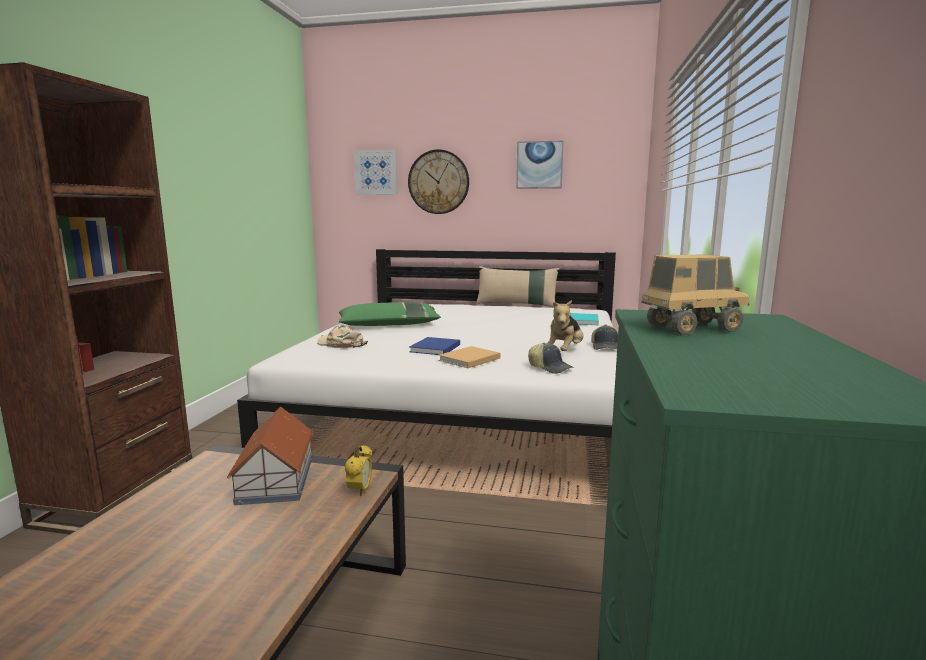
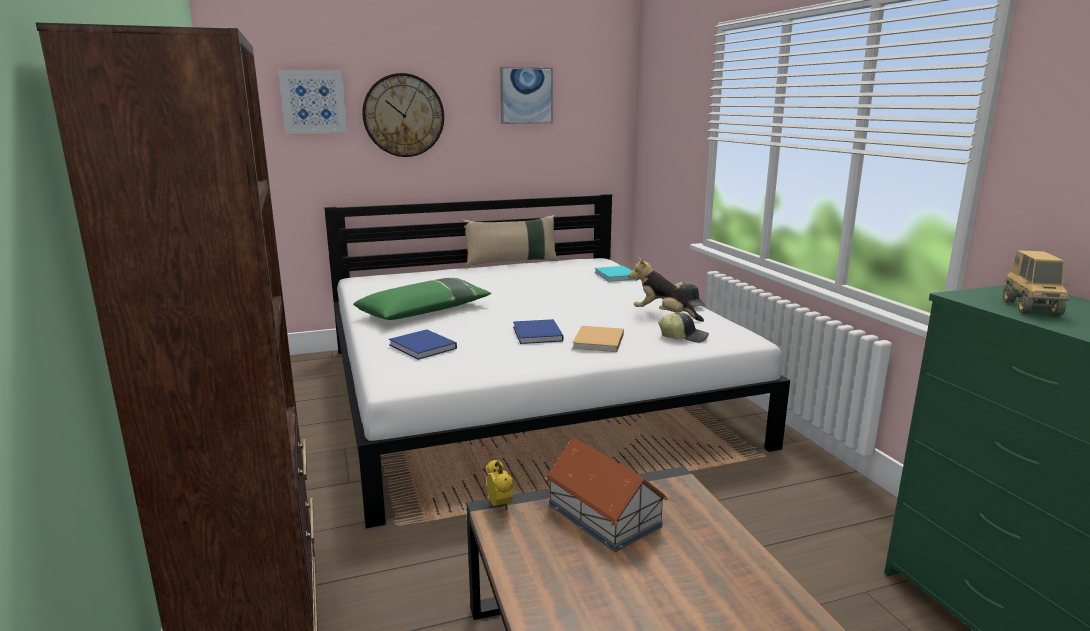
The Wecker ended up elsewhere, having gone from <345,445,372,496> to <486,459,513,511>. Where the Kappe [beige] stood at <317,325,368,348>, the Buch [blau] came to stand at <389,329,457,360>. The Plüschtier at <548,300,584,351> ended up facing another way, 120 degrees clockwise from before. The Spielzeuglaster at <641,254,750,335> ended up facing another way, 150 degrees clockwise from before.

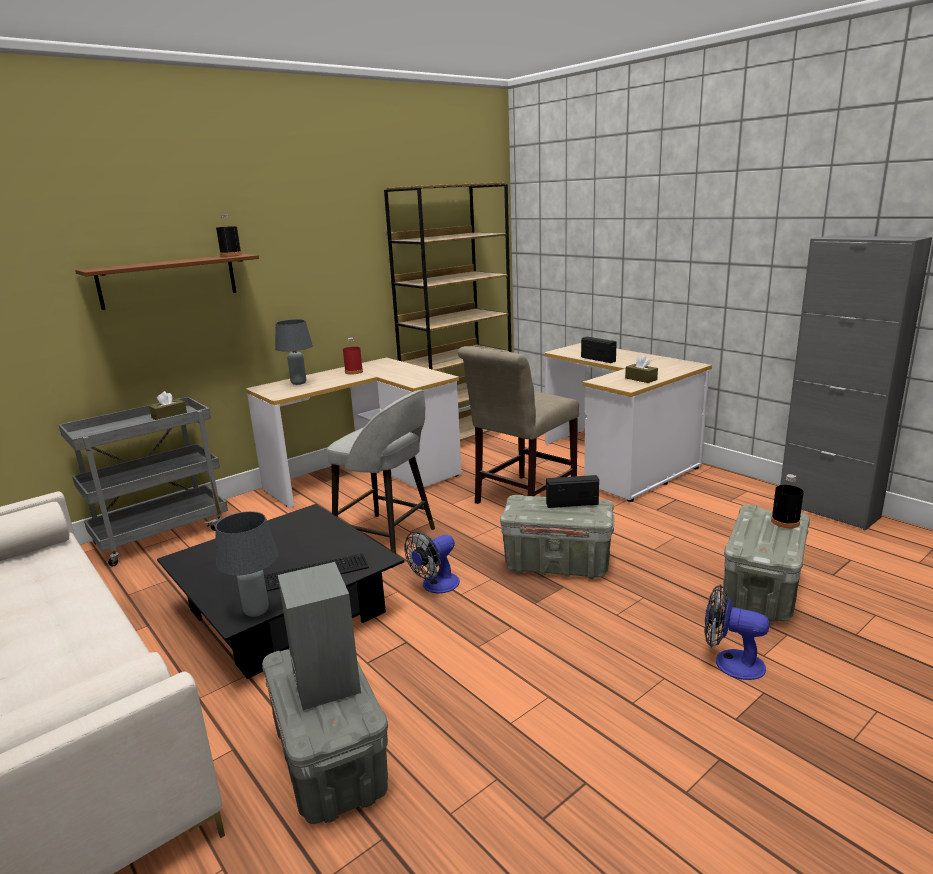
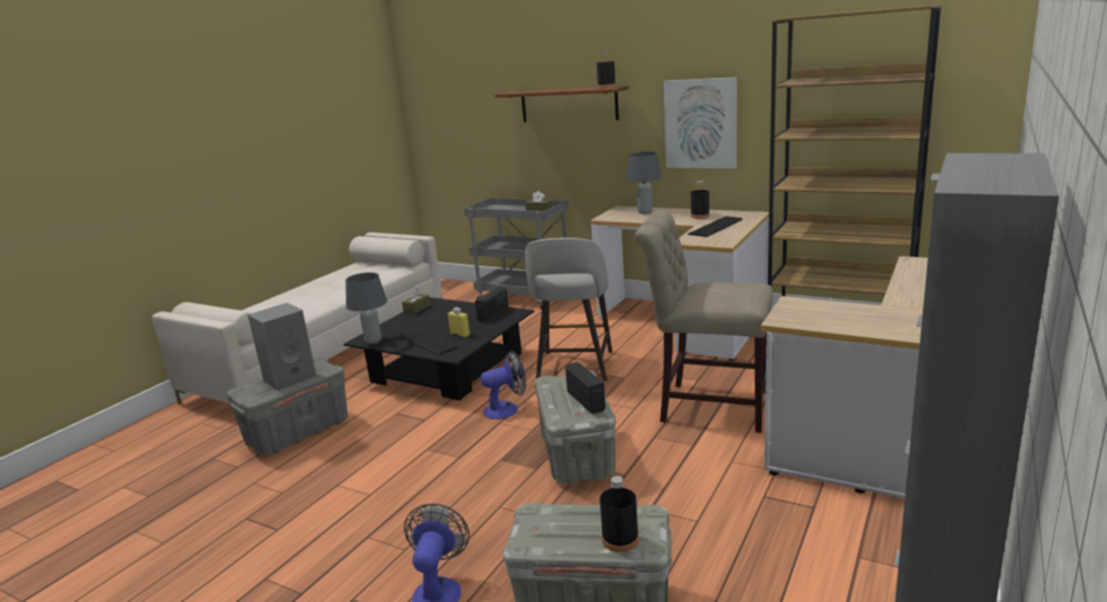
The second view gained the Flasche [gelb] at <448,307,470,337>. The second view gained the Bild at <664,77,737,169>. The second view gained the Tastatur at <688,216,743,237>. The Radio ended up elsewhere, having gone from <581,337,617,363> to <475,287,508,323>. The Taschentuchbox [braun] ended up elsewhere, having gone from <625,355,658,383> to <402,288,430,314>. What was the Flasche [rot] at <343,338,363,374> turned into the Flasche [schwarz] at <691,180,710,219>. The Ventilator at <404,532,460,593> ended up facing another way, 135 degrees clockwise from before.

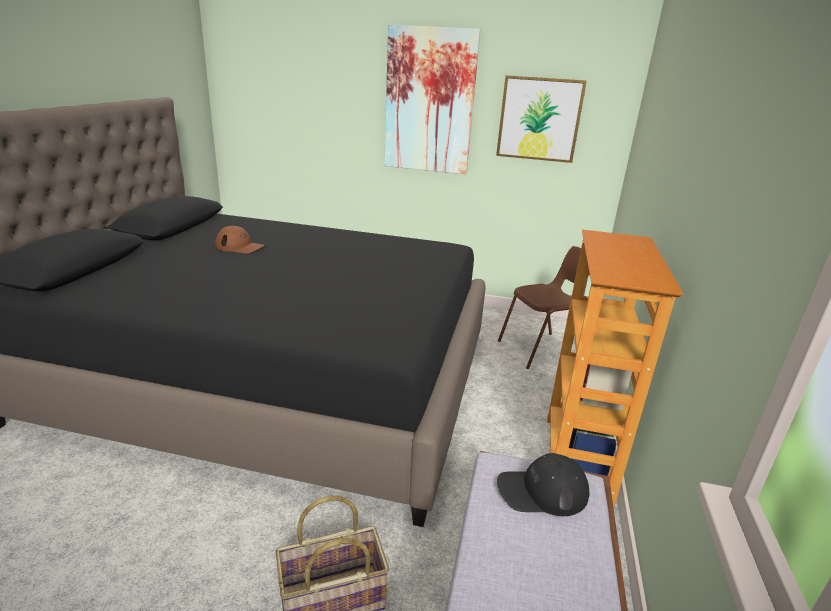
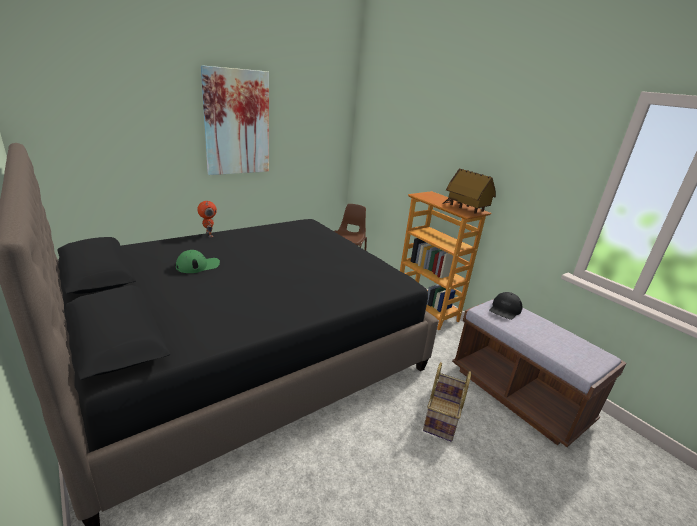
The second view lost the Bild at <496,75,587,163>. The second view gained the Spielzeugroboter at <197,201,217,237>. The second view gained the Spielzeughaus at <443,168,496,214>. What was the Kappe [braun] at <215,226,264,254> turned into the Kappe [grün] at <176,250,220,273>.

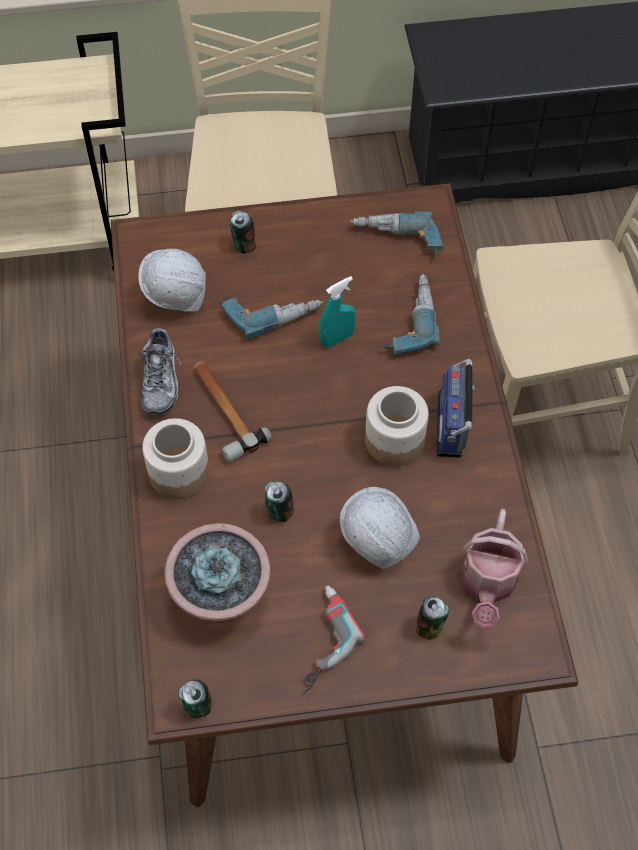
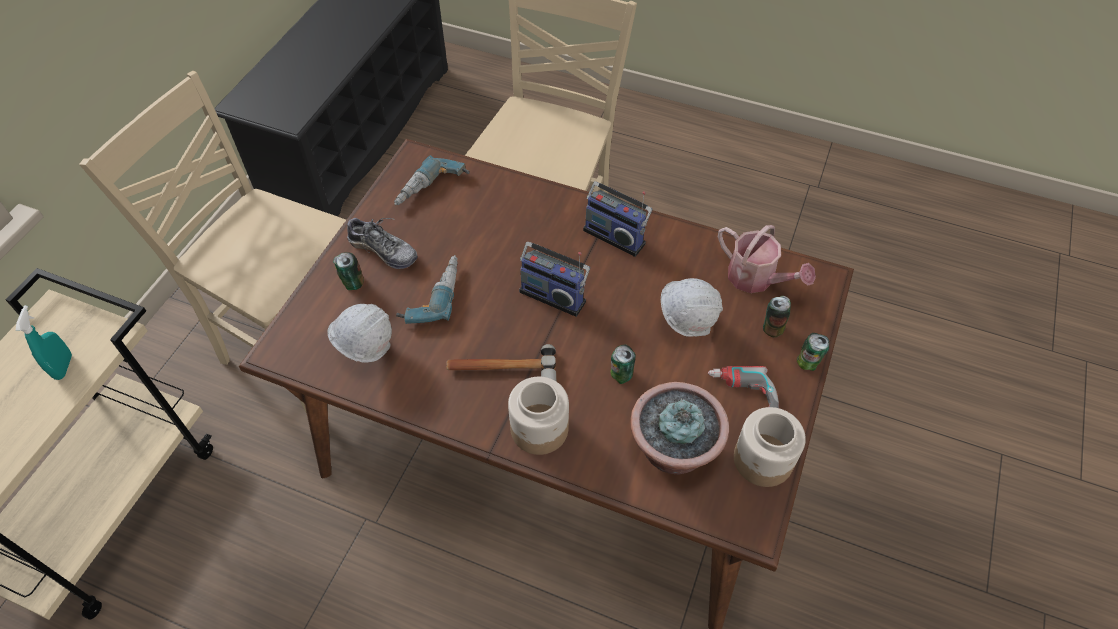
The second view lost the Bohrmaschine at <383,274,439,354>. The second view gained the Radio at <519,242,590,317>. The Schuh ended up elsewhere, having gone from <132,325,182,415> to <346,217,418,269>. The Dose ended up elsewhere, having gone from <178,679,212,718> to <797,333,829,371>. The Sprühflasche [türkis] ended up elsewhere, having gone from <319,276,356,348> to <16,305,72,380>. The Vorratsglas ended up elsewhere, having gone from <365,386,429,466> to <734,407,806,487>.

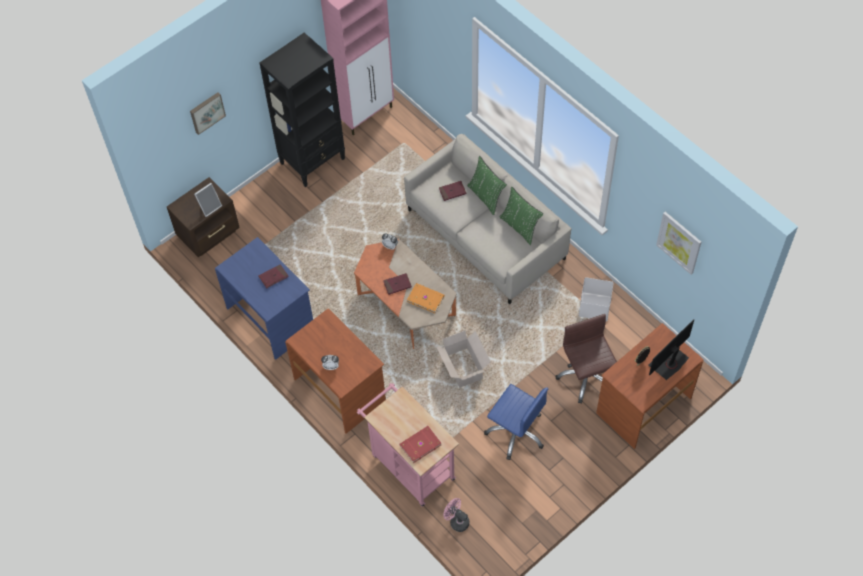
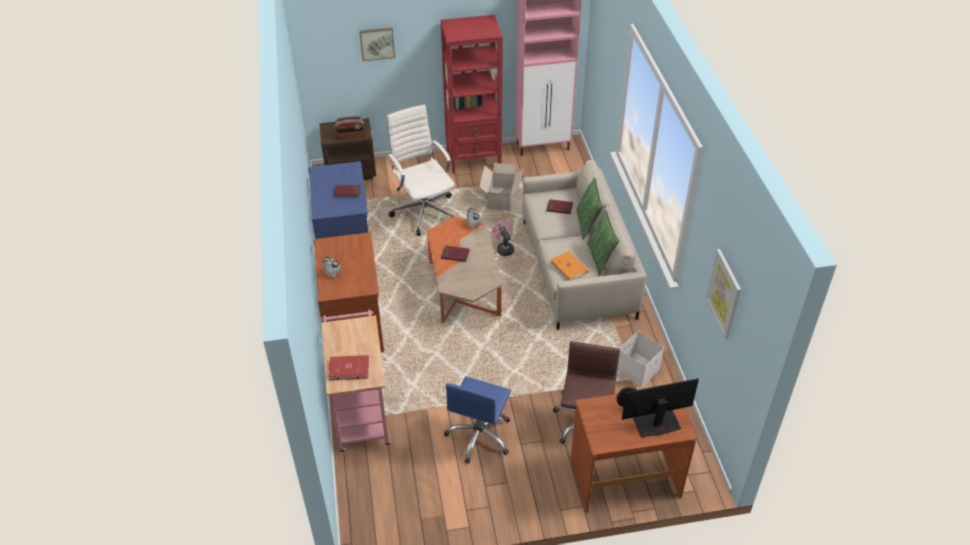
The second view gained the Bürostuhl [weiß] at <387,105,455,236>. The Buch [orange] ended up elsewhere, having gone from <407,283,445,313> to <551,251,589,281>. The Karton ended up elsewhere, having gone from <436,331,491,388> to <479,163,523,211>. The Ventilator [rosa] ended up elsewhere, having gone from <443,498,470,532> to <492,220,514,256>. Where the Bilderrahmen stood at <194,183,222,217>, the Radio came to stand at <335,116,365,139>. What was the Bücherregal [schwarz] at <259,32,345,187> turned into the Bücherregal [rot] at <441,15,503,174>. The Bürostuhl [blau] at <484,384,548,460> ended up facing another way, 45 degrees clockwise from before.

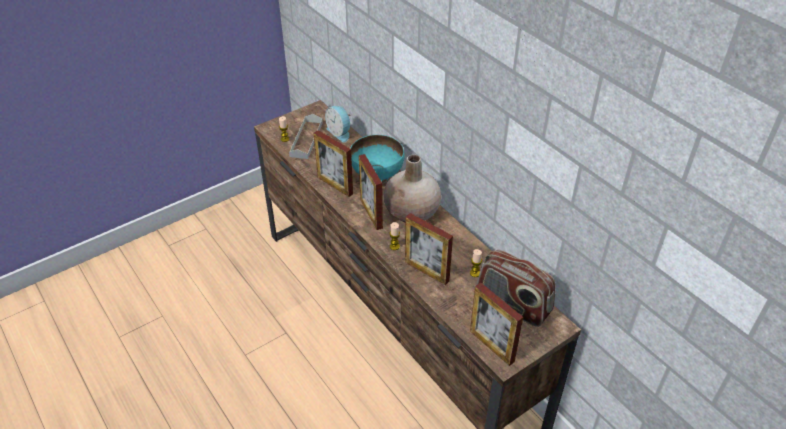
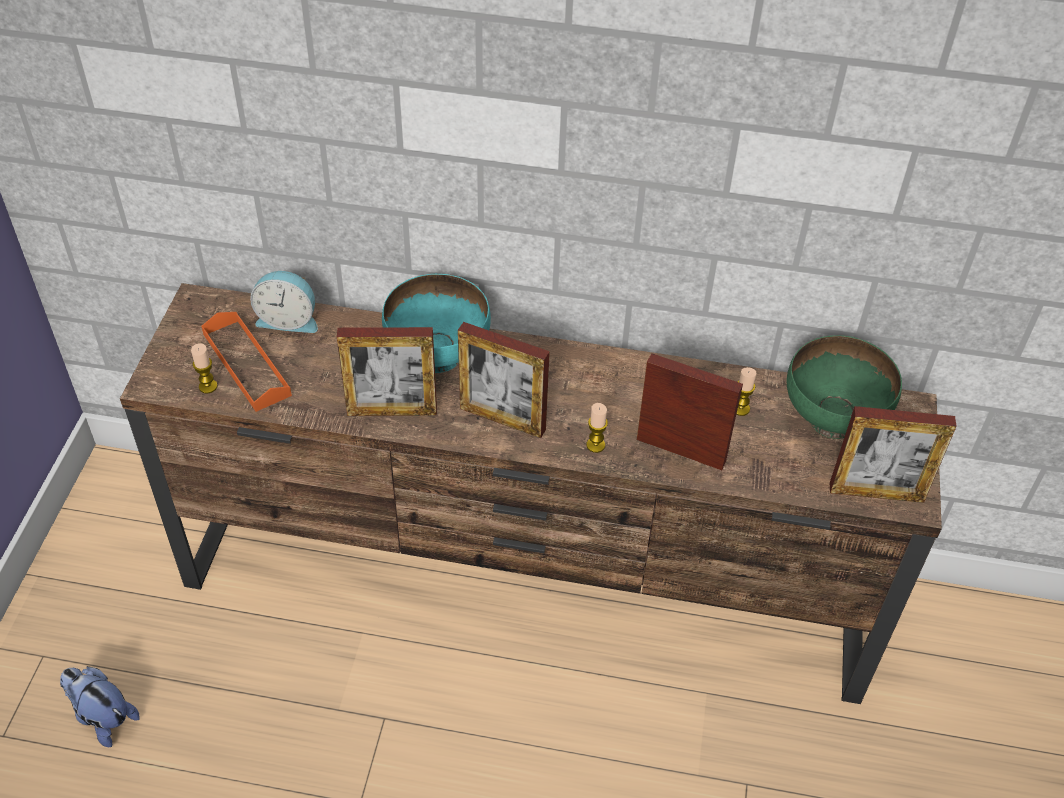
The second view lost the Vase [beige] at <384,154,441,223>. The second view gained the Plüschtier at <60,666,140,747>. Where the Radio stood at <476,250,556,327>, the Schüssel [grün] came to stand at <787,335,902,439>. What was the Tablett [grau] at <289,114,323,159> turned into the Tablett [orange] at <201,312,292,412>. The Bilderrahmen at <405,213,453,285> ended up facing another way, 150 degrees counterclockwise from before.

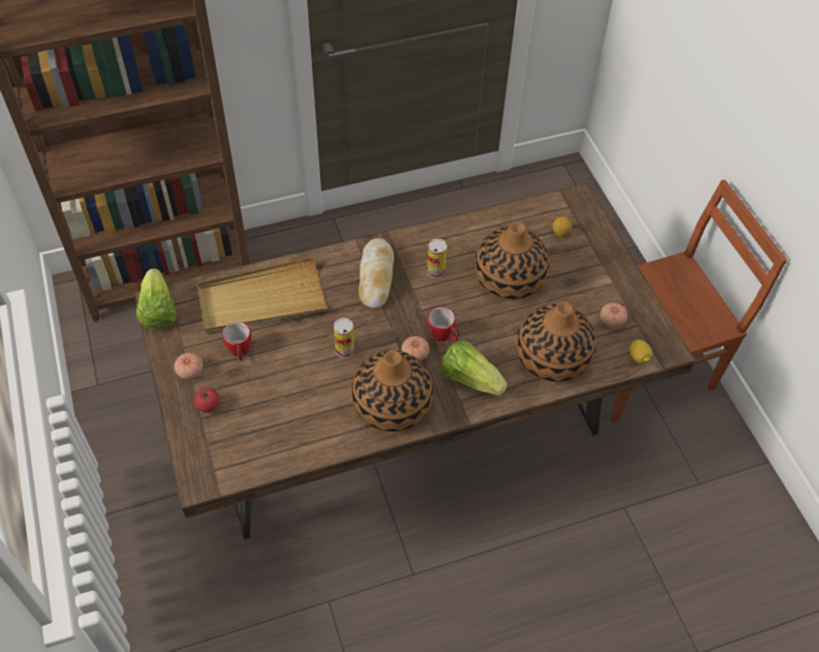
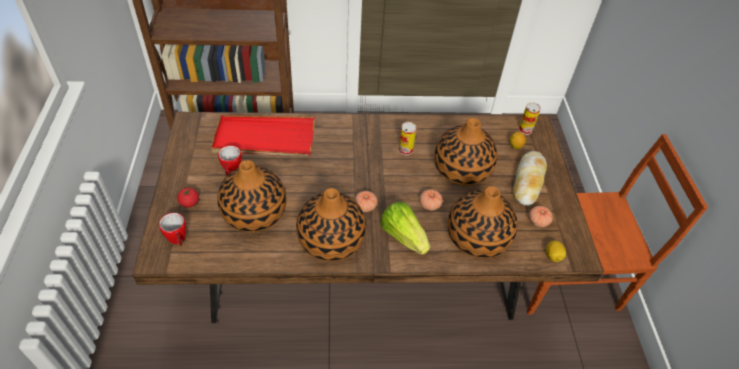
The second view lost the Salatkopf at <136,269,177,330>. The second view gained the Vase at <217,160,287,232>. The Tomate ended up elsewhere, having gone from <174,353,203,379> to <419,189,443,210>. The Dose ended up elsewhere, having gone from <334,318,354,358> to <519,102,541,135>. The Brot ended up elsewhere, having gone from <359,238,394,309> to <513,151,547,206>. The Henkelbecher ended up elsewhere, having gone from <428,307,459,342> to <159,213,186,246>. What was the Tablett [beige] at <197,257,328,334> turned into the Tablett [rot] at <211,115,315,156>.

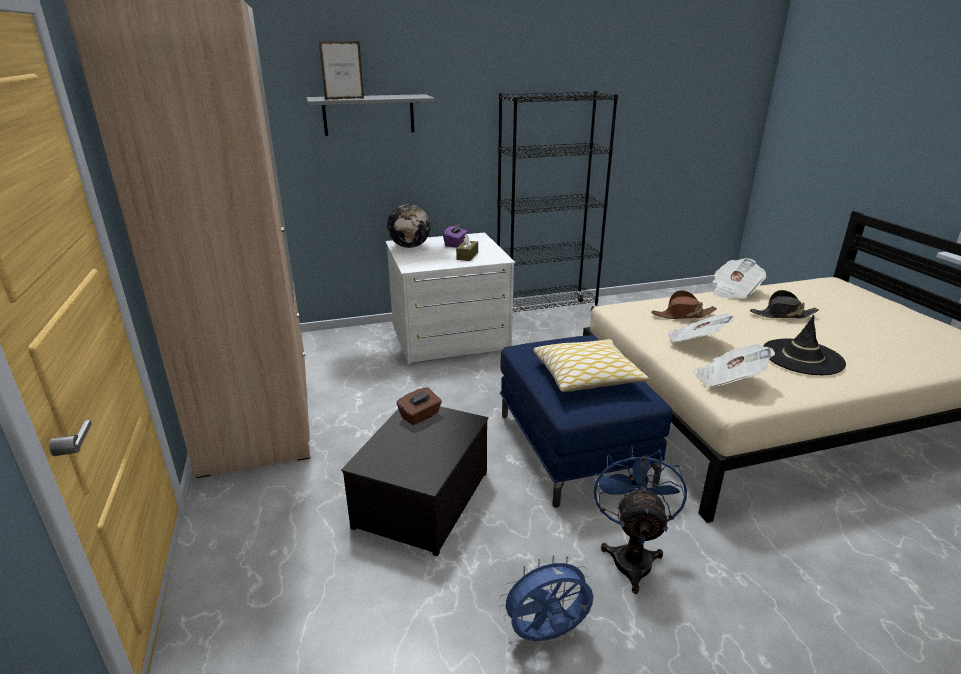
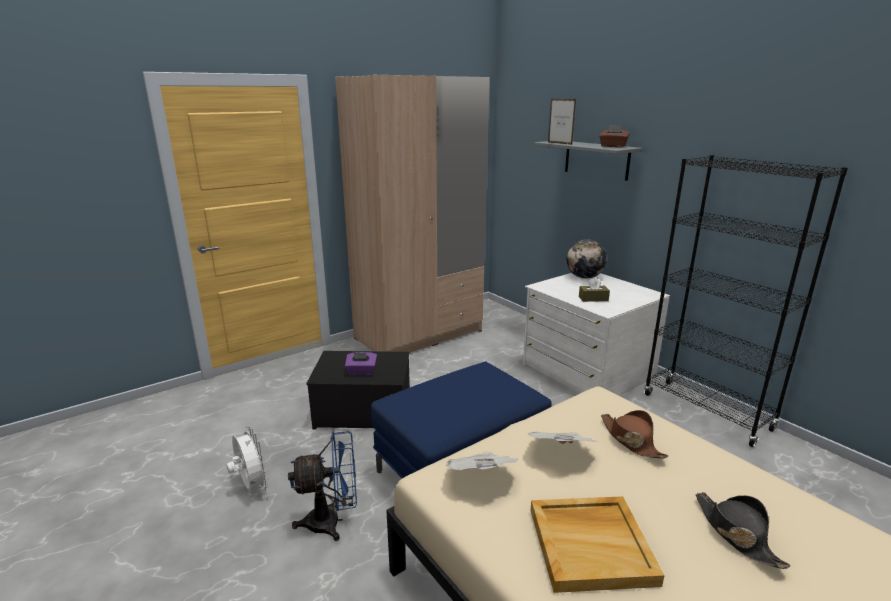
The second view lost the Kissen at <533,339,649,392>. The second view lost the Zeitung at <712,258,766,299>. The Taschentuchbox [braun] ended up elsewhere, having gone from <397,387,442,425> to <599,125,630,147>. The Taschentuchbox [lila] ended up elsewhere, having gone from <443,223,468,247> to <345,352,377,375>. Where the Hut [schwarz] stood at <763,315,846,375>, the Tablett [beige] came to stand at <531,496,664,593>. What was the Ventilator [blau] at <499,555,593,641> turned into the Ventilator [weiß] at <226,427,269,492>.

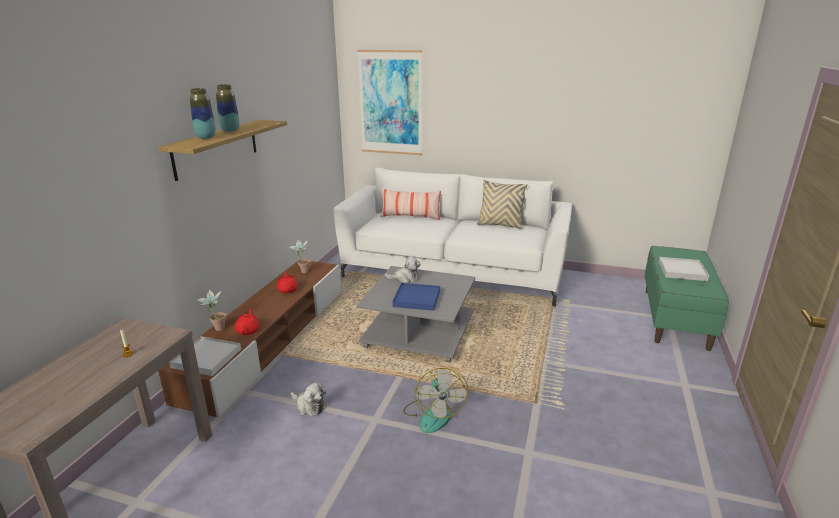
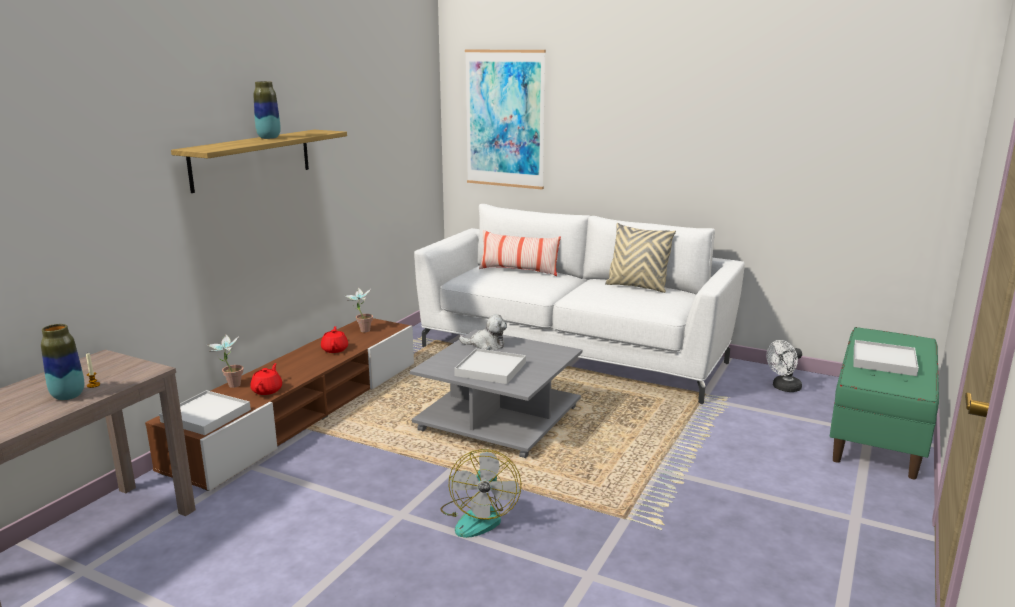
The second view lost the Plüschtier at <291,382,327,416>. The second view gained the Ventilator [weiß] at <766,340,802,392>. The Vase ended up elsewhere, having gone from <190,88,216,139> to <41,324,84,400>. What was the Tablett [blau] at <392,283,440,311> turned into the Tablett [weiß] at <454,348,526,384>.

